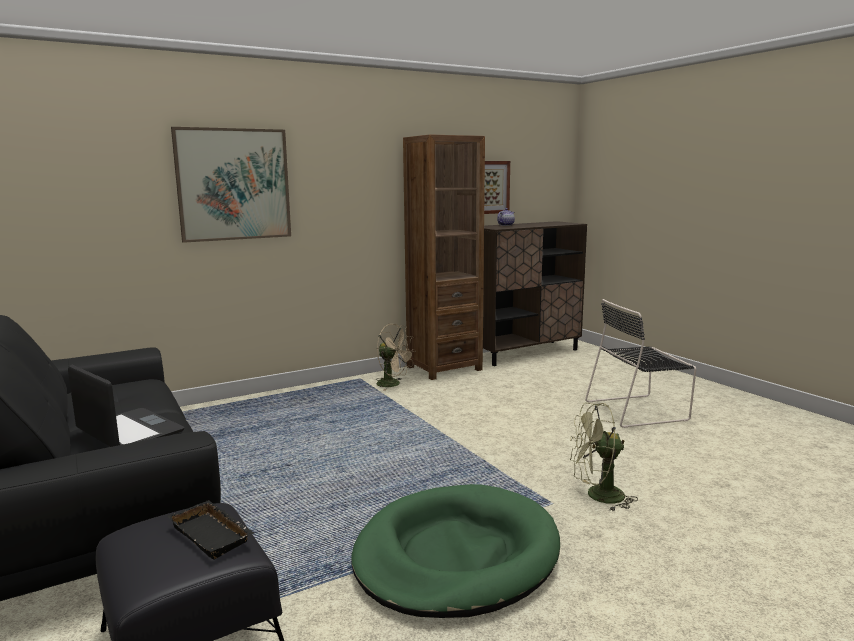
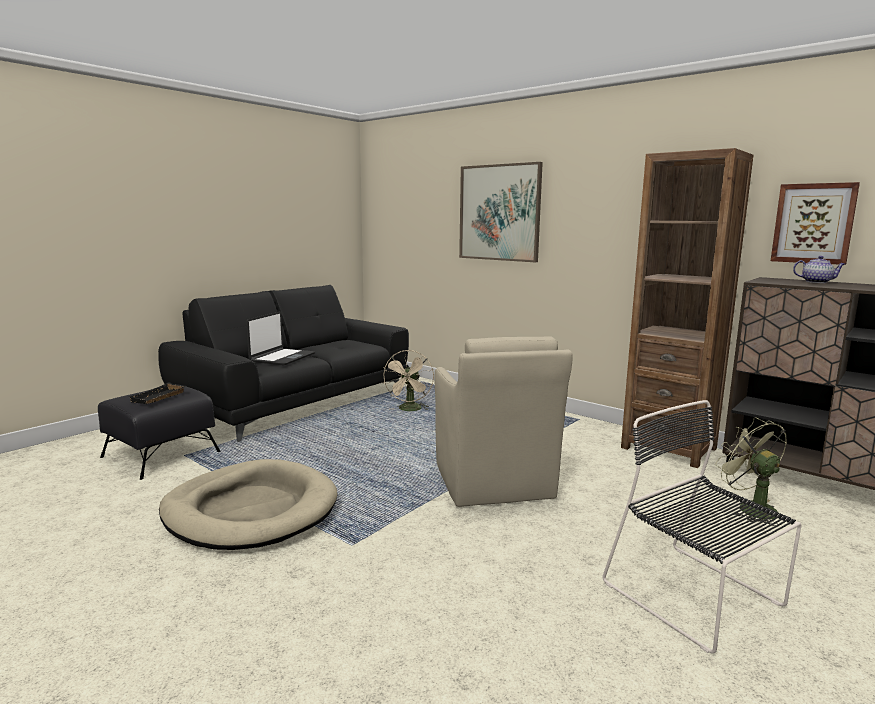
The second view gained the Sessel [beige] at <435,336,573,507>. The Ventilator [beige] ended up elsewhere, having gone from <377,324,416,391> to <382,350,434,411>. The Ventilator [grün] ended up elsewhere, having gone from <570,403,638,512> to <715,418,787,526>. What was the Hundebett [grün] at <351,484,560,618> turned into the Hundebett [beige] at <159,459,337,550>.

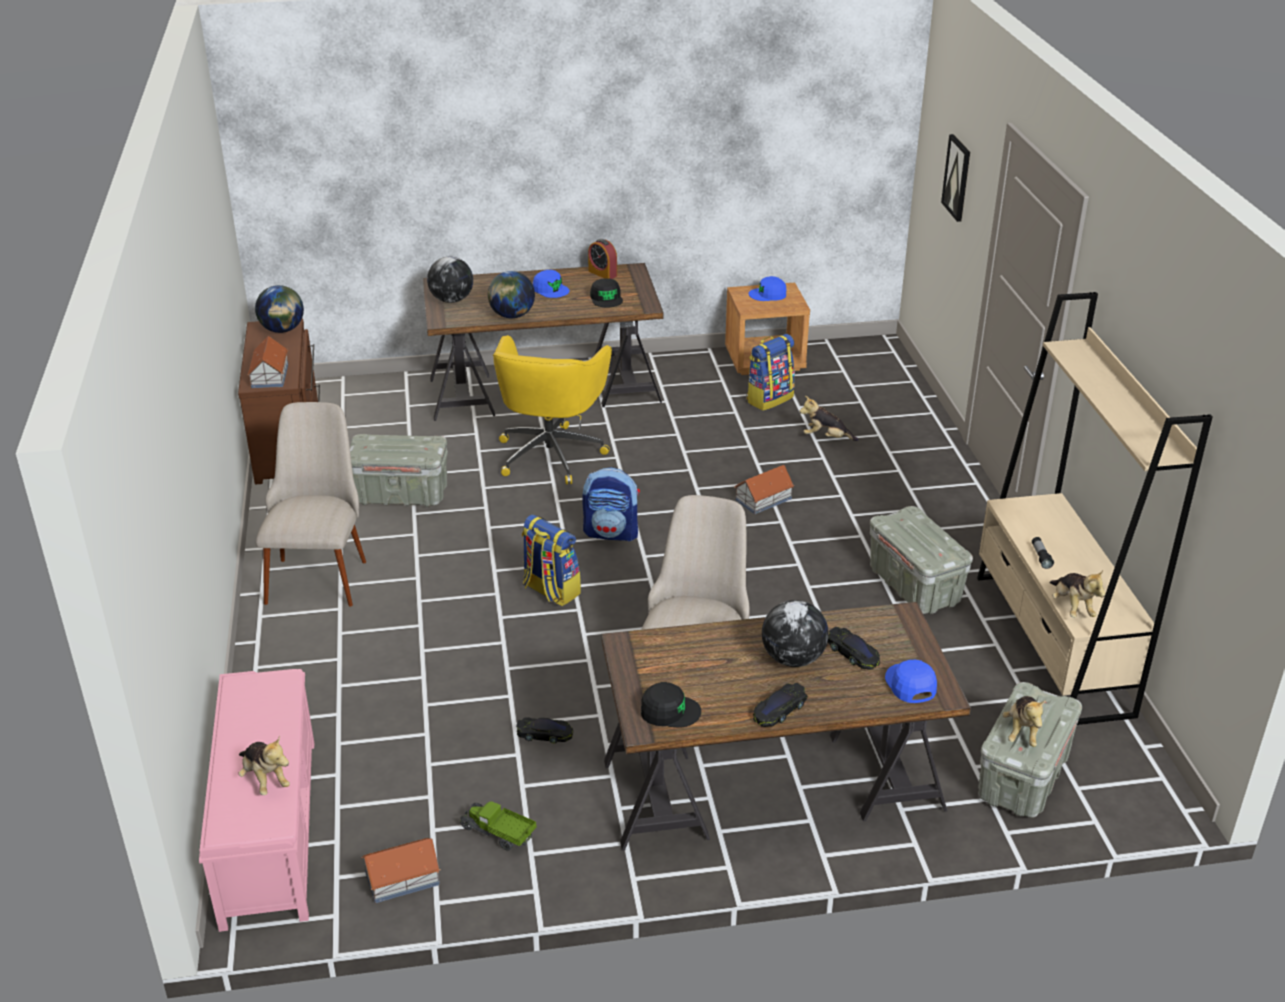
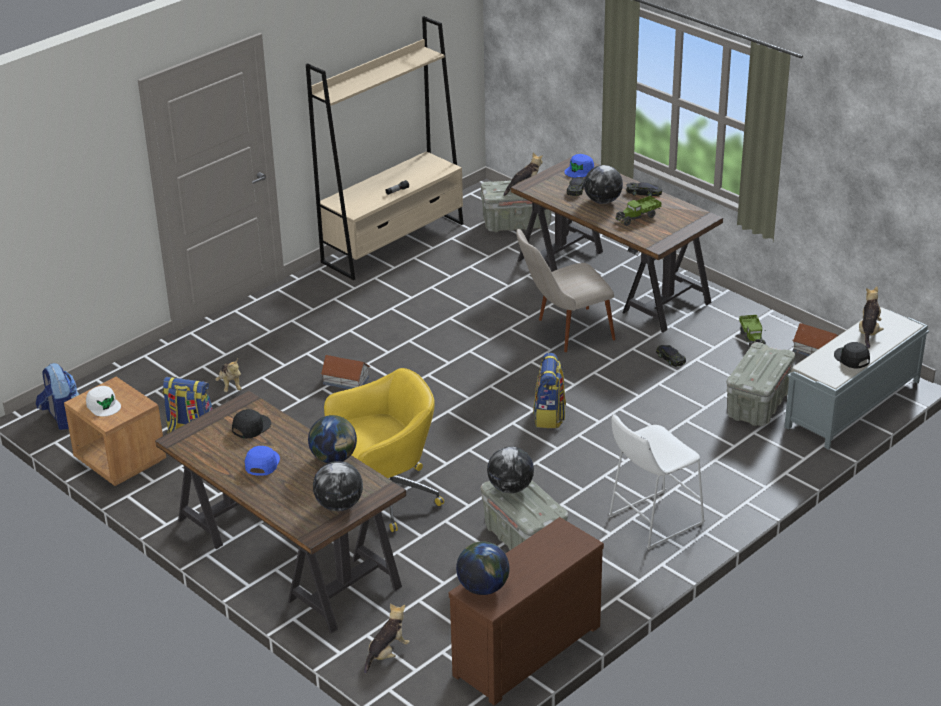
The second view lost the Spielzeughaus at <247,336,289,388>. The second view lost the Wecker at <588,239,617,279>. The second view lost the Bild at <941,134,970,222>. The second view gained the Globus at <487,446,534,493>. The second view gained the Spielzeuglaster at <615,196,662,226>. The Rucksack ended up elsewhere, having gone from <582,467,640,541> to <36,363,80,430>. The Kappe [schwarz] ended up elsewhere, having gone from <641,682,701,728> to <834,342,870,369>. The Aufbewahrungsbox [grau] ended up elsewhere, having gone from <870,506,973,614> to <727,342,795,426>. The Plüschtier ended up elsewhere, having gone from <1050,571,1105,618> to <364,604,410,674>. Where the Stuhl [beige] stood at <256,402,366,607>, the Hocker [weiß] came to stand at <608,414,705,550>. What was the Bank [rosa] at <199,669,314,932> turned into the Bank [grau] at <784,307,929,450>. What was the Kappe [blau] at <749,276,786,301> turned into the Kappe [weiß] at <86,386,121,417>.

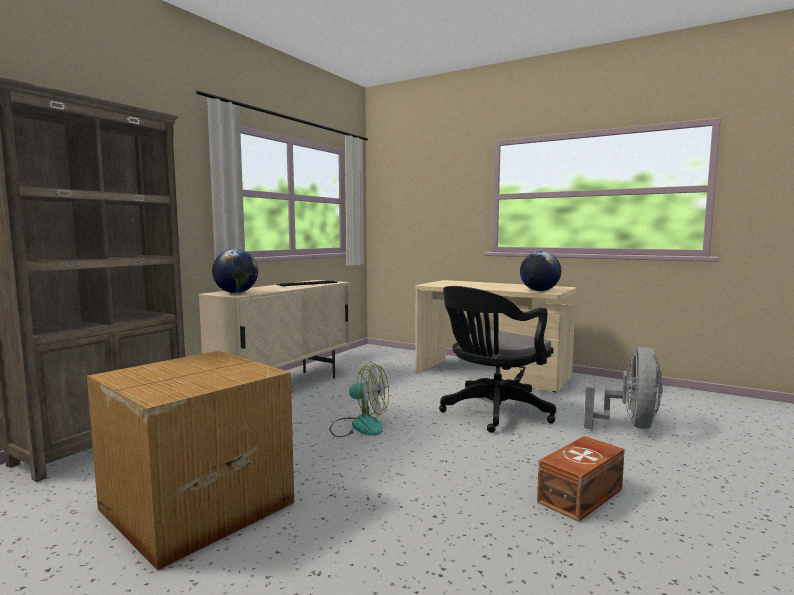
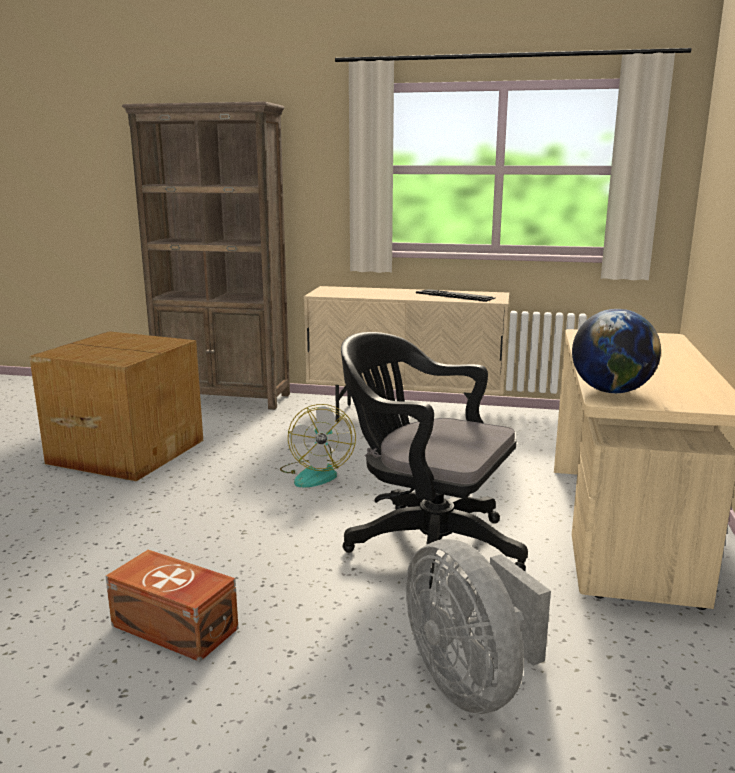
The second view lost the Globus at <212,249,258,293>. The Ventilator [grau] at <584,347,663,430> ended up facing another way, 60 degrees clockwise from before.

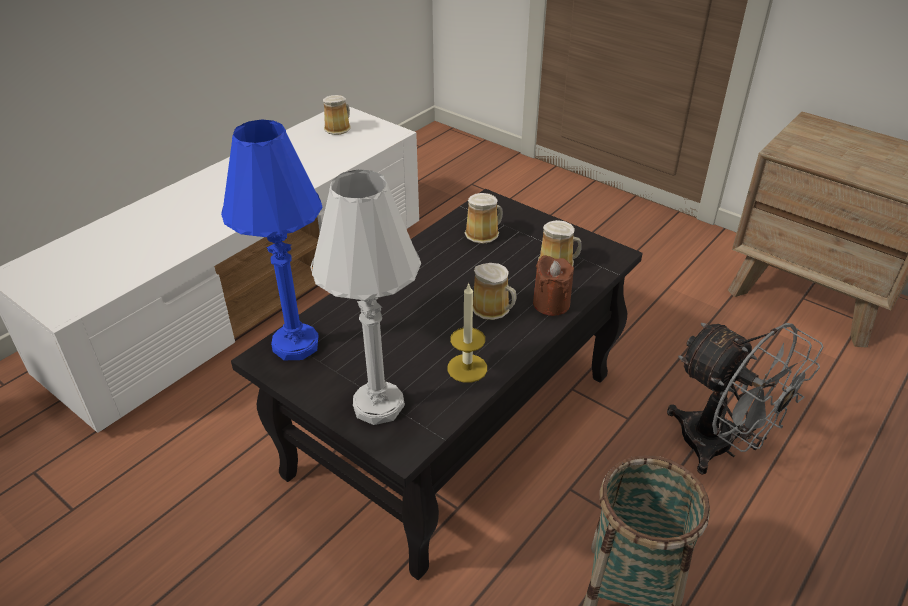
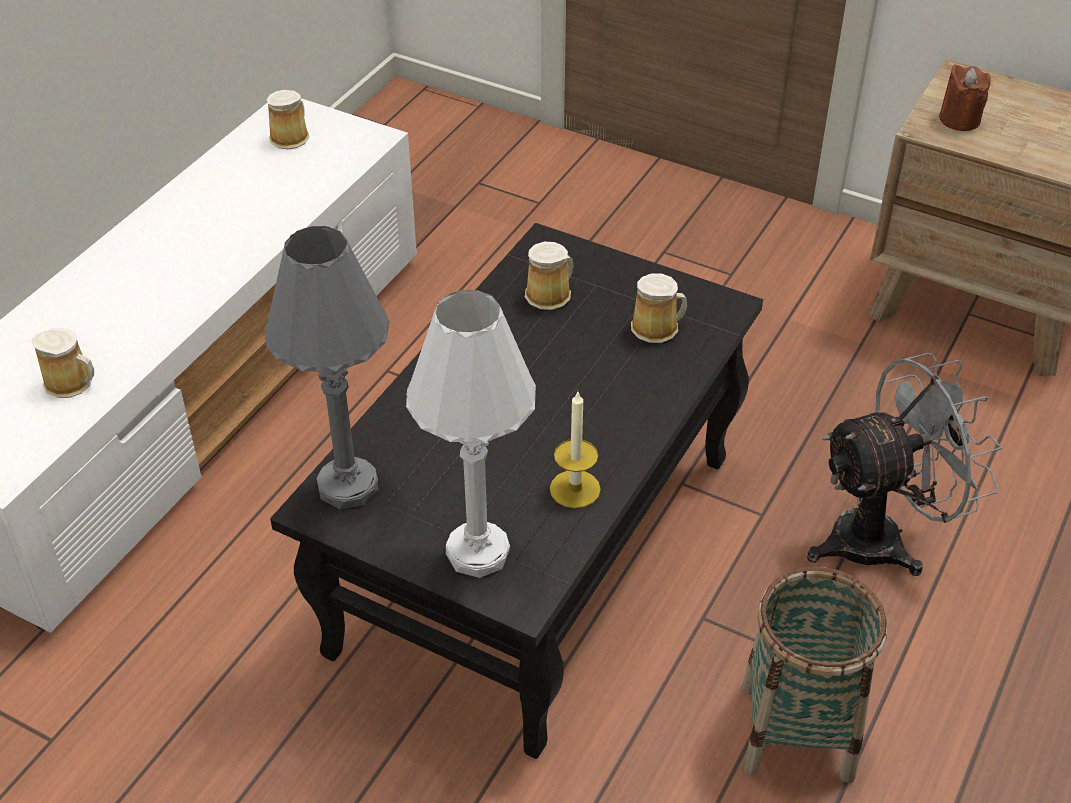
The Henkelbecher ended up elsewhere, having gone from <473,263,517,320> to <31,328,94,398>. The Kerze [braun] ended up elsewhere, having gone from <533,255,574,316> to <939,65,991,131>. What was the Tischlampe [blau] at <221,120,323,360> turned into the Tischlampe [grau] at <264,226,390,509>. The Ventilator [grau] at <667,323,823,475> ended up facing another way, 60 degrees counterclockwise from before.

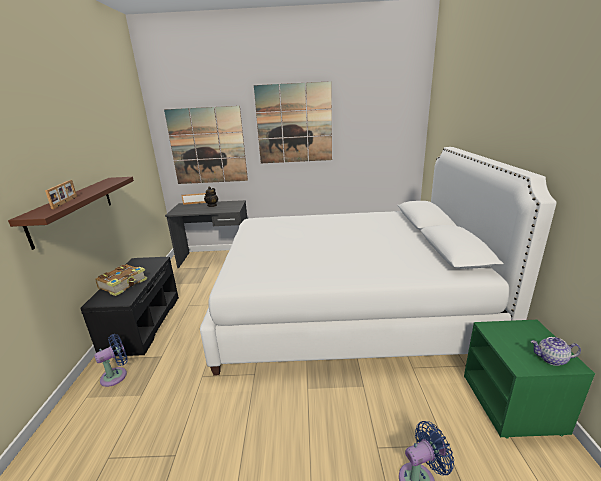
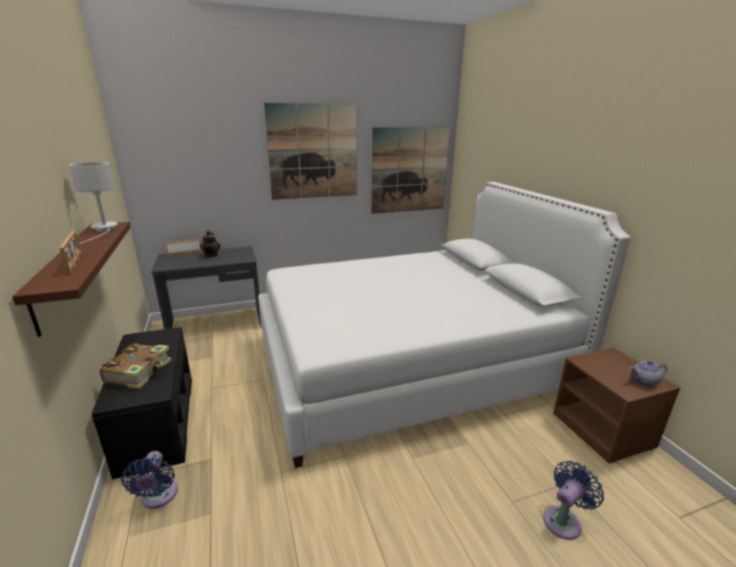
The second view gained the Tischlampe [weiß] at <69,162,118,244>. The Bild ended up elsewhere, having gone from <164,106,248,184> to <371,127,450,214>. What was the Nachttisch [grün] at <464,320,595,438> turned into the Nachttisch [braun] at <553,348,680,463>. The Ventilator [blau] at <94,334,128,387> ended up facing another way, 135 degrees clockwise from before.

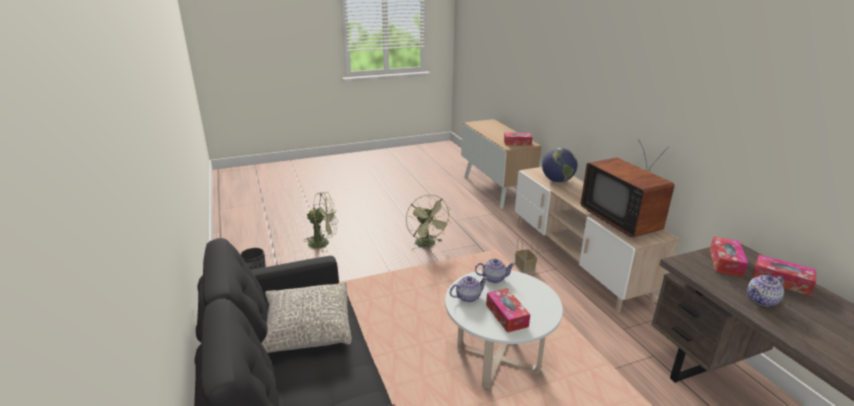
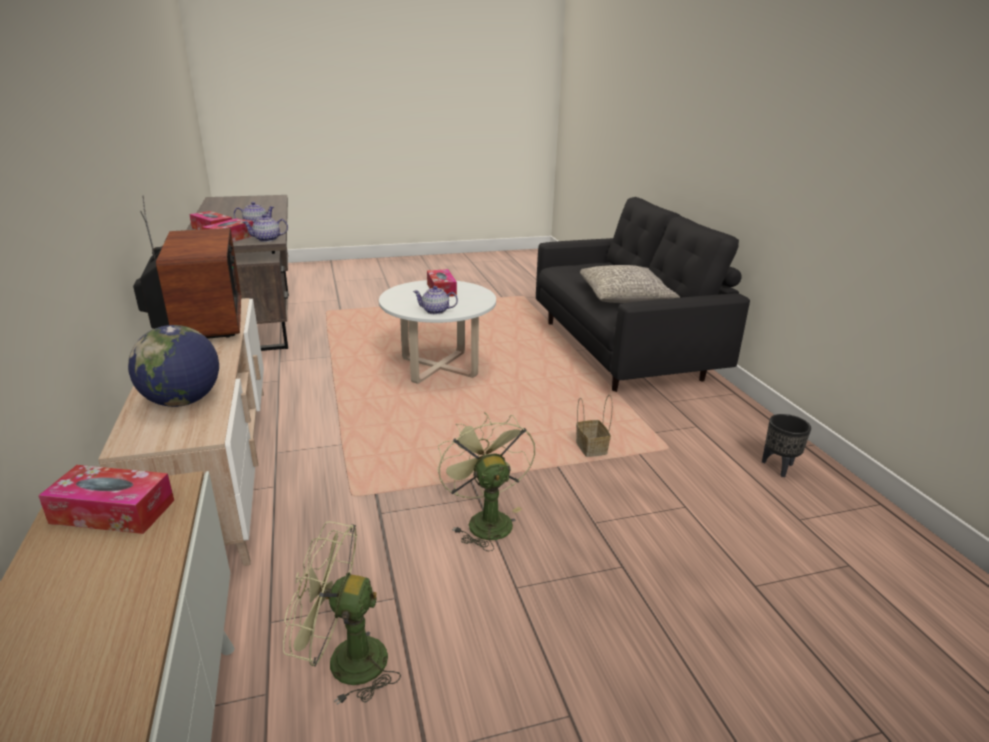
The Ventilator [grün] ended up elsewhere, having gone from <303,192,338,252> to <283,521,401,705>. The Teekanne ended up elsewhere, having gone from <450,276,488,302> to <243,214,288,242>. The Korb ended up elsewhere, having gone from <515,234,539,273> to <576,395,613,457>.

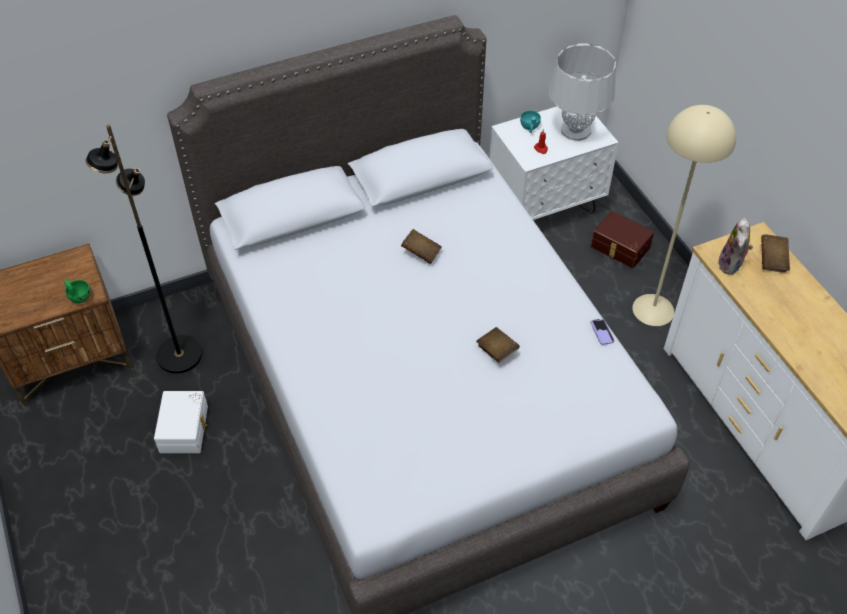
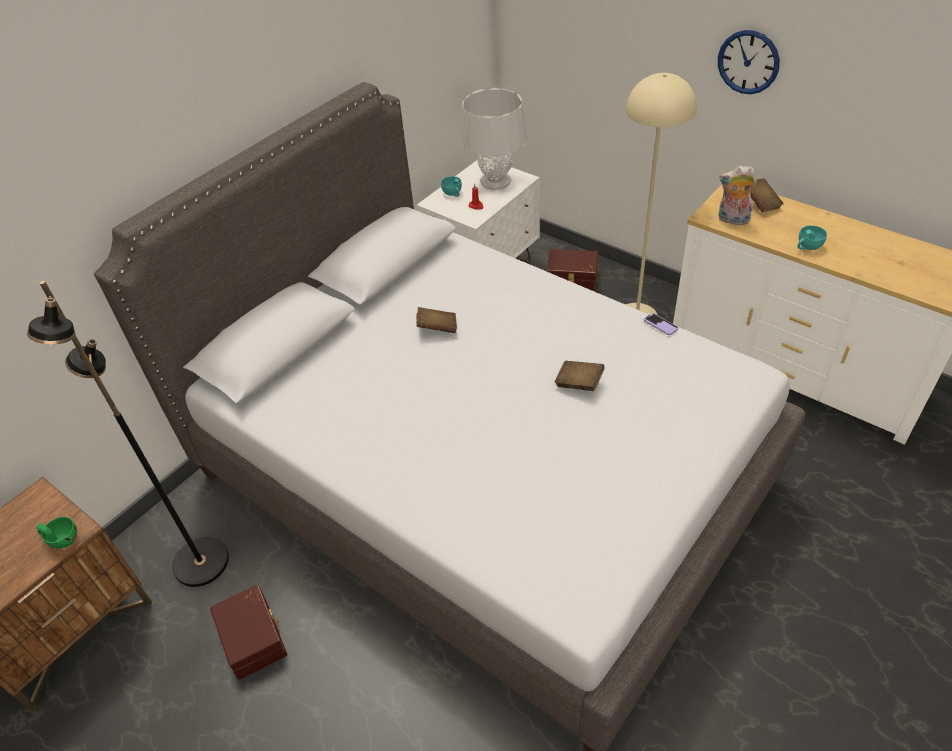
The second view gained the Wanduhr at <718,30,780,94>. The second view gained the Tasse [türkis] at <798,225,827,250>. What was the Aufbewahrungsbox [weiß] at <154,391,208,453> turned into the Aufbewahrungsbox [braun] at <210,585,287,680>. The Plüschtier at <718,218,753,275> ended up facing another way, 120 degrees clockwise from before.

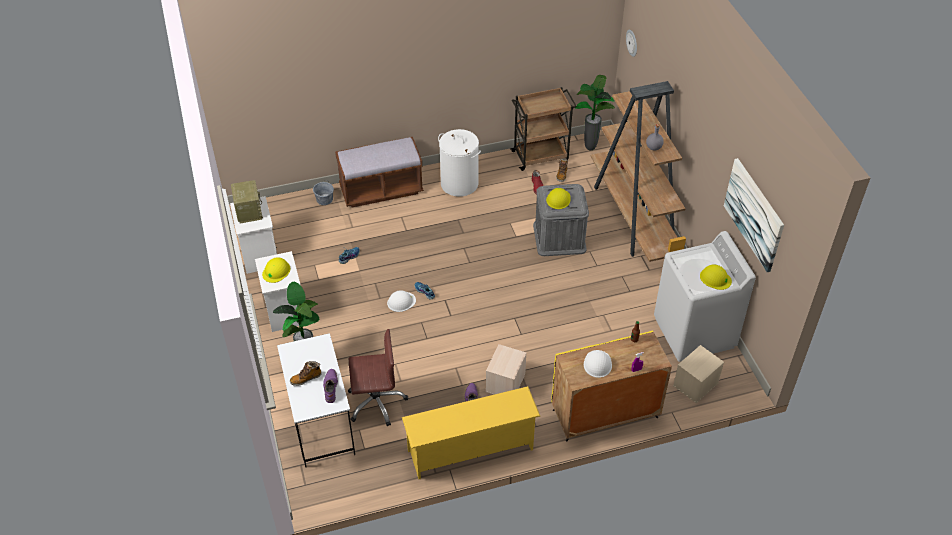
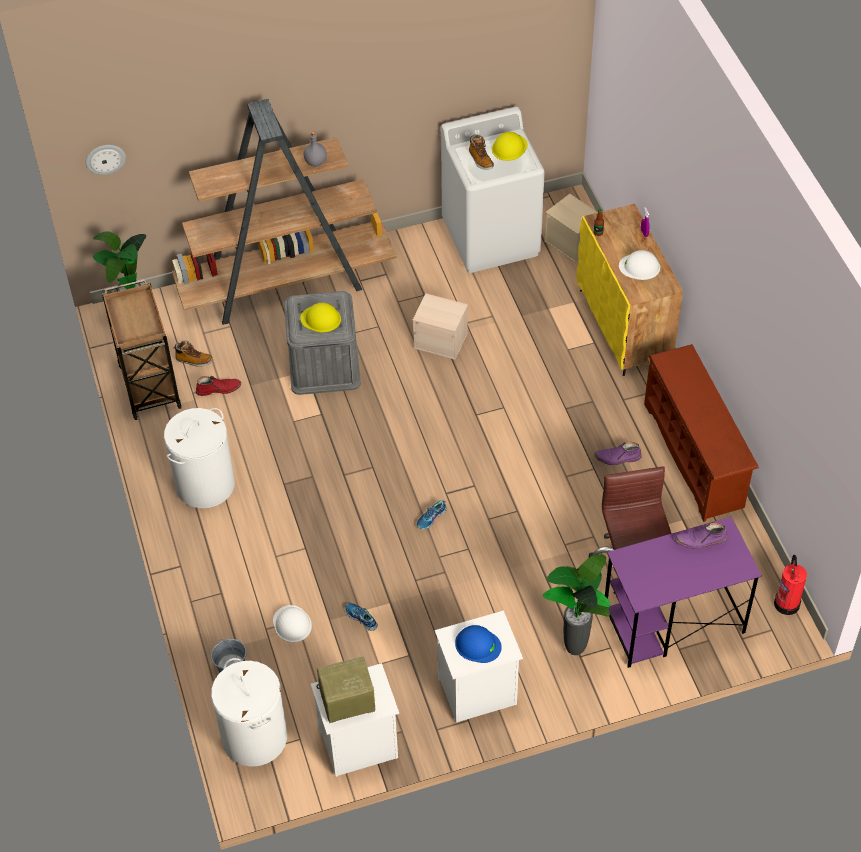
The second view lost the Bank [braun] at <335,137,424,208>. The second view lost the Bild at <724,158,784,272>. The second view gained the Wäschekorb [weiß] at <211,658,287,767>. The second view gained the Feuerlöscher at <774,555,807,615>. The Stiefel ended up elsewhere, having gone from <290,361,322,386> to <469,135,494,170>. The Schutzhelm [weiß] ended up elsewhere, having gone from <387,290,416,312> to <273,605,312,642>. The Aufbewahrungsbox [beige] ended up elsewhere, having gone from <486,344,526,394> to <413,293,468,360>. What was the Schutzhelm [gelb] at <262,257,290,283> turned into the Schutzhelm [blau] at <455,625,502,663>. What was the Schreibtisch [weiß] at <277,333,355,468> turned into the Schreibtisch [lila] at <605,517,762,668>. What was the Schuhregal [gelb] at <402,386,540,479> turned into the Schuhregal [braun] at <644,344,759,522>.

